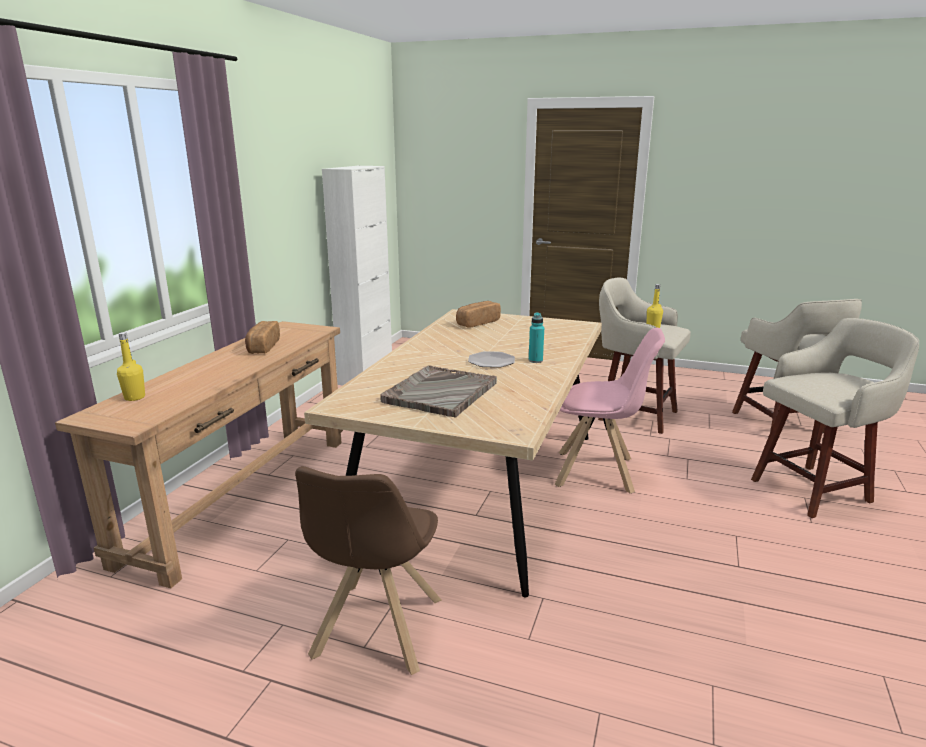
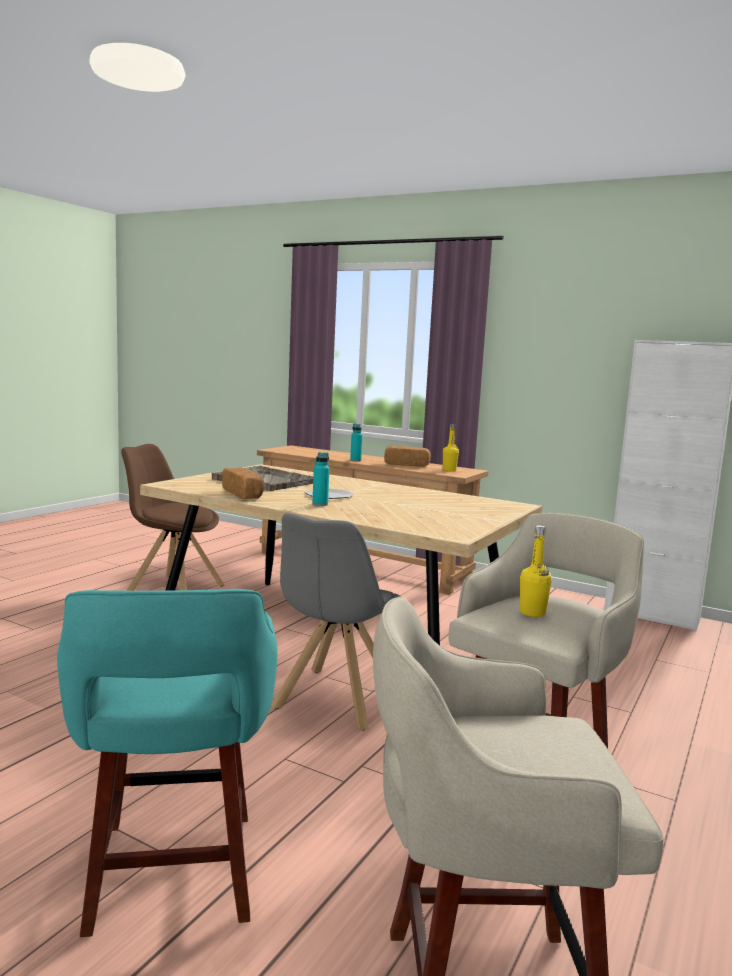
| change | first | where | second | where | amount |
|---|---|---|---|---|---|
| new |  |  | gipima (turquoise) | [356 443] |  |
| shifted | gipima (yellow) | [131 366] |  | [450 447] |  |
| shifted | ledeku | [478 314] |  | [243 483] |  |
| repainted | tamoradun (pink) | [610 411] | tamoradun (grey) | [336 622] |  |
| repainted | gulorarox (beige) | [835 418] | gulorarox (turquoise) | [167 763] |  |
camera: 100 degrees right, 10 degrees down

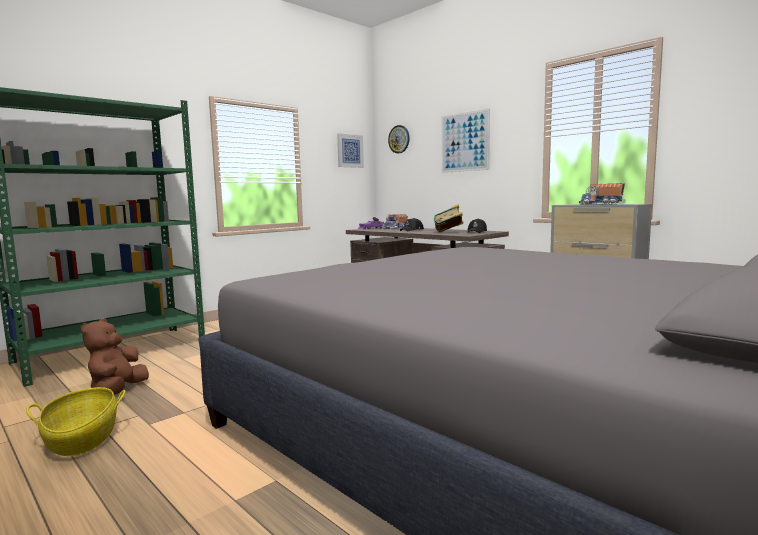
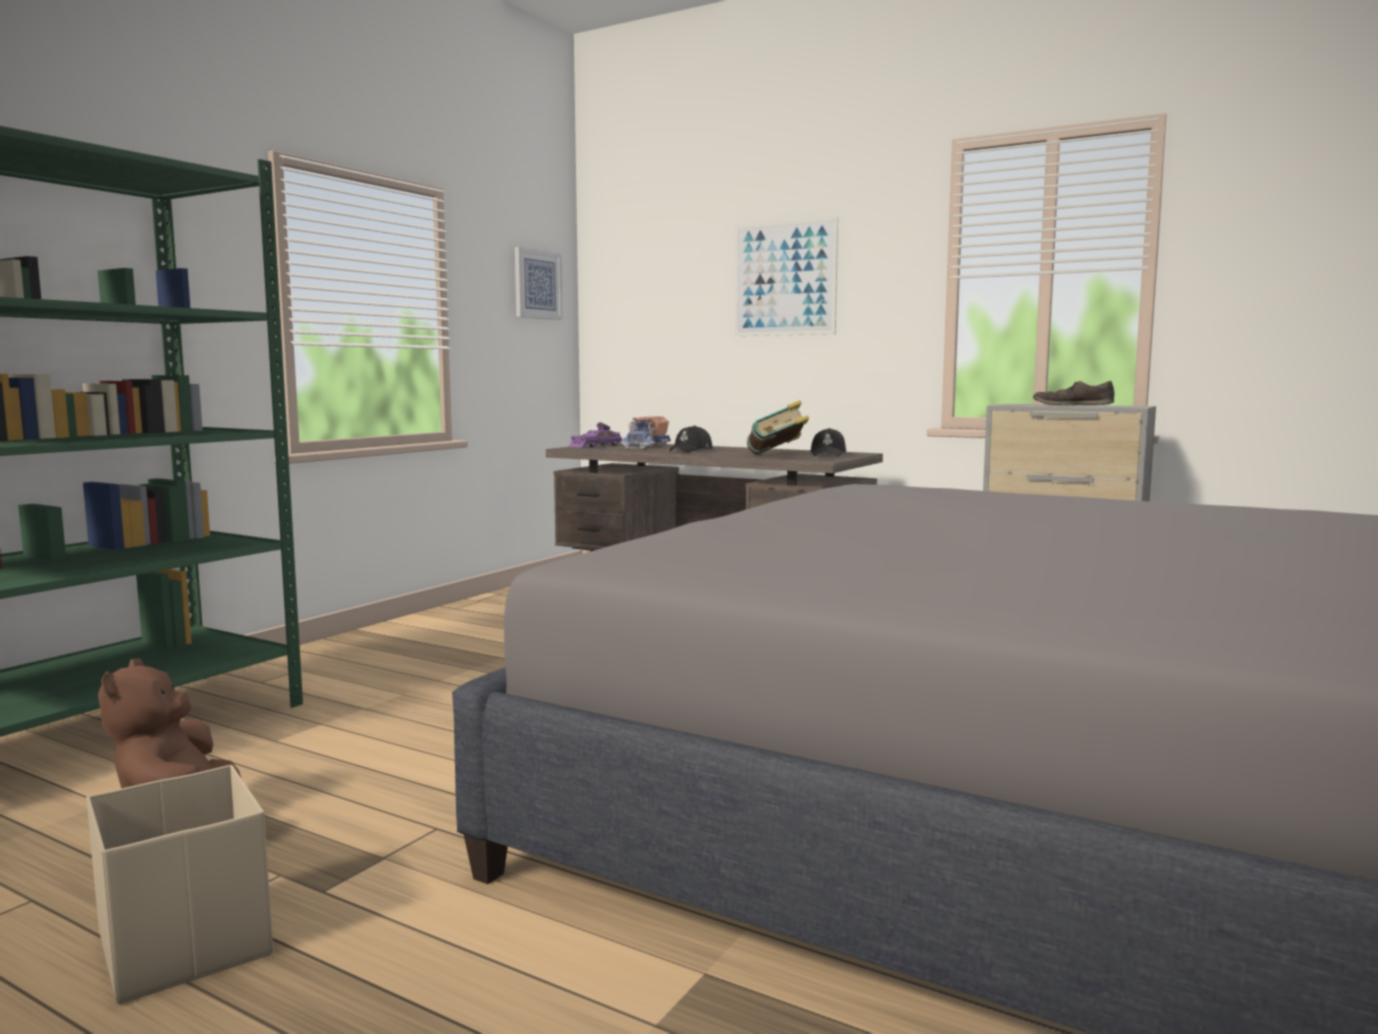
| change | first | where | second | where | amount |
|---|---|---|---|---|---|
| gone | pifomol | [399 139] |  |  |  |
| swapped | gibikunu | [76 421] | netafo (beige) | [179 885] |  |
| swapped | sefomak | [602 193] | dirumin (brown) | [1074 393] |  |
camera: 15 degrees left, 0 degrees up

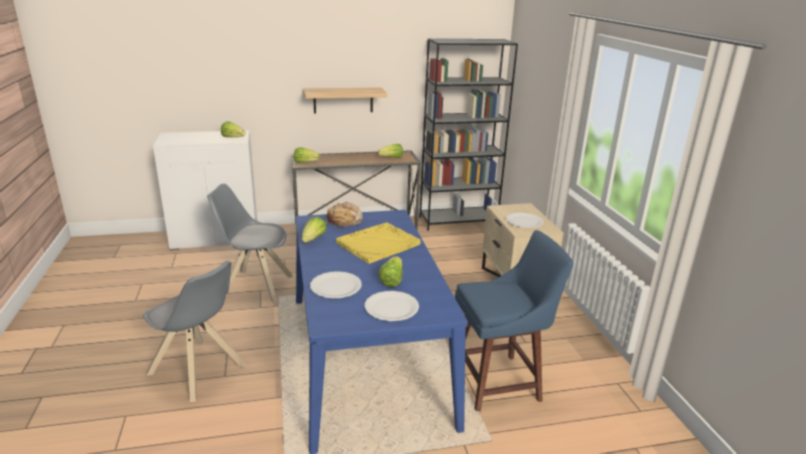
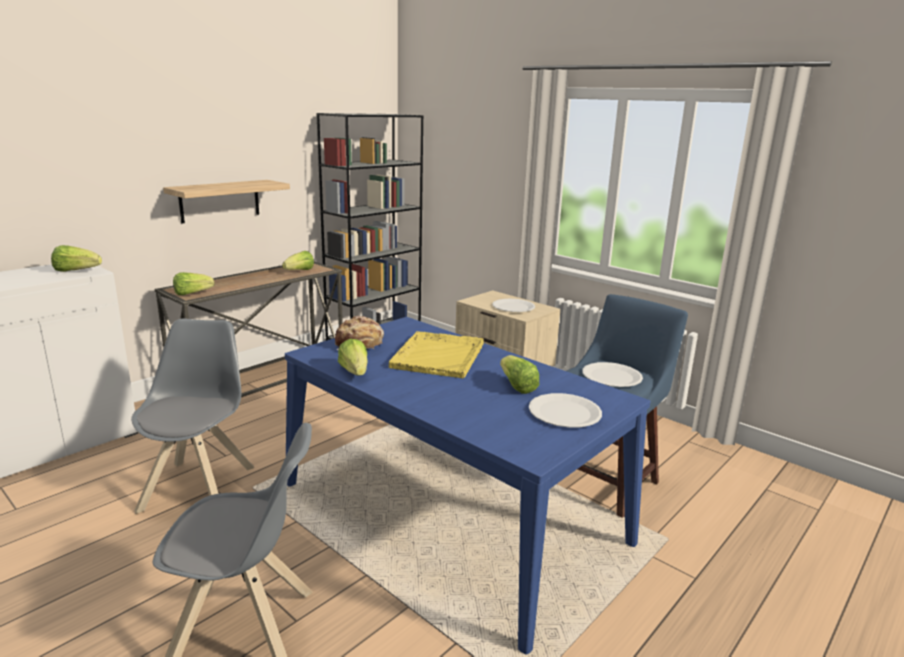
| change | first | where | second | where | amount |
|---|---|---|---|---|---|
| shifted | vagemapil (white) | [336 284] |  | [612 374] |  |
| rotated | tamoradun (grey) | [250 243] |  | [192 416] | 120 degrees clockwise |
camera: 35 degrees left, 5 degrees down

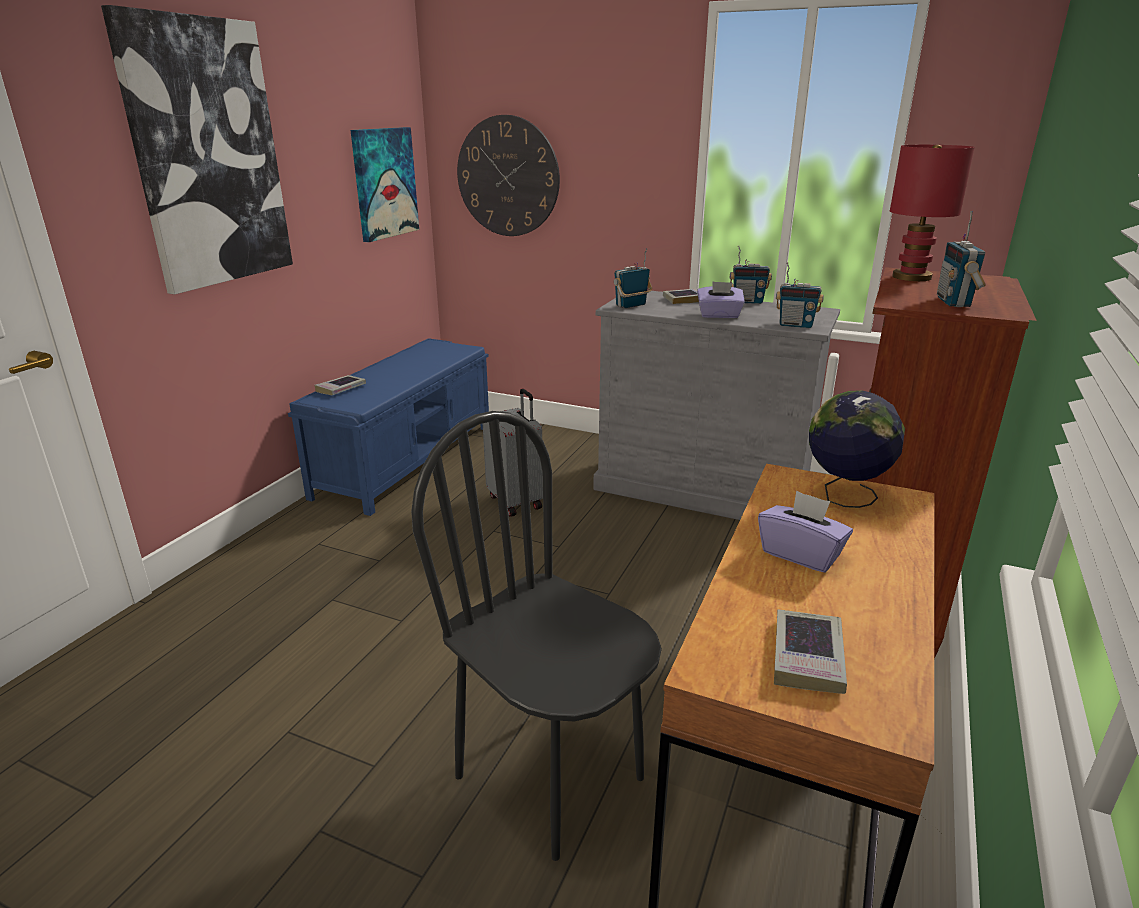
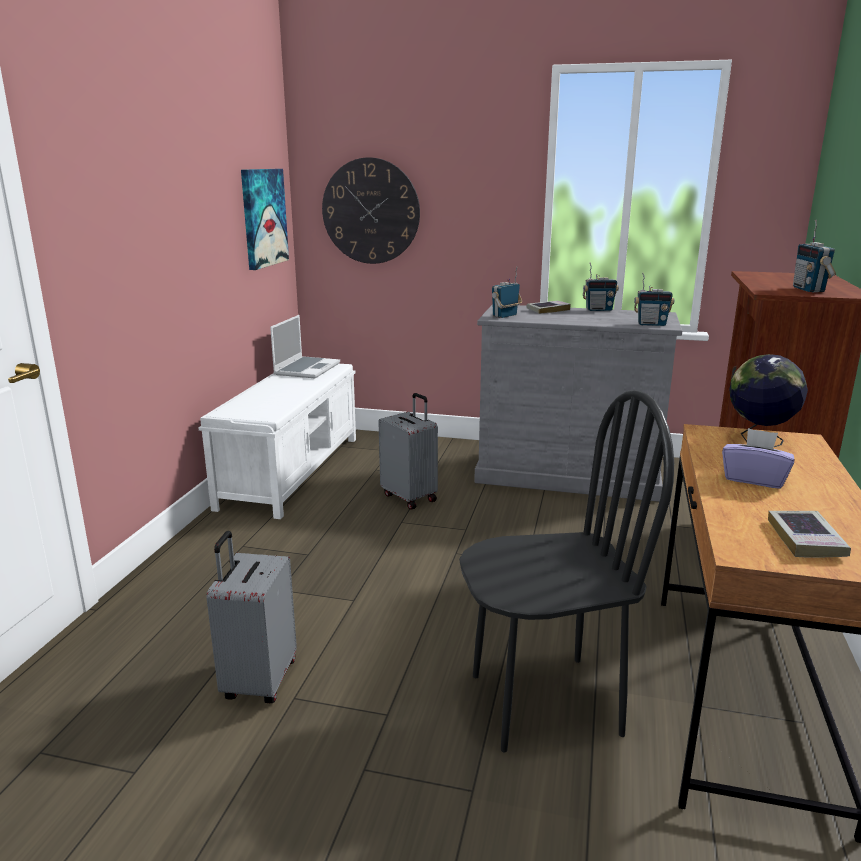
| change | first | where | second | where | amount |
|---|---|---|---|---|---|
| gone | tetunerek | [197 149] |  |  |  |
| gone | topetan | [340 385] |  |  |  |
| gone | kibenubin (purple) | [721 300] |  |  |  |
| gone | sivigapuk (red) | [932 213] |  |  |  |
| new |  |  | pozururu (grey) | [252 617] |  |
| new |  |  | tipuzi | [305 346] |  |
| repainted | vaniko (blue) | [388 427] | vaniko (white) | [277 441] |  |
| rotated | tamoradun (black) | [536 636] |  | [566 571] | 135 degrees clockwise |
camera: 10 degrees left, 5 degrees down

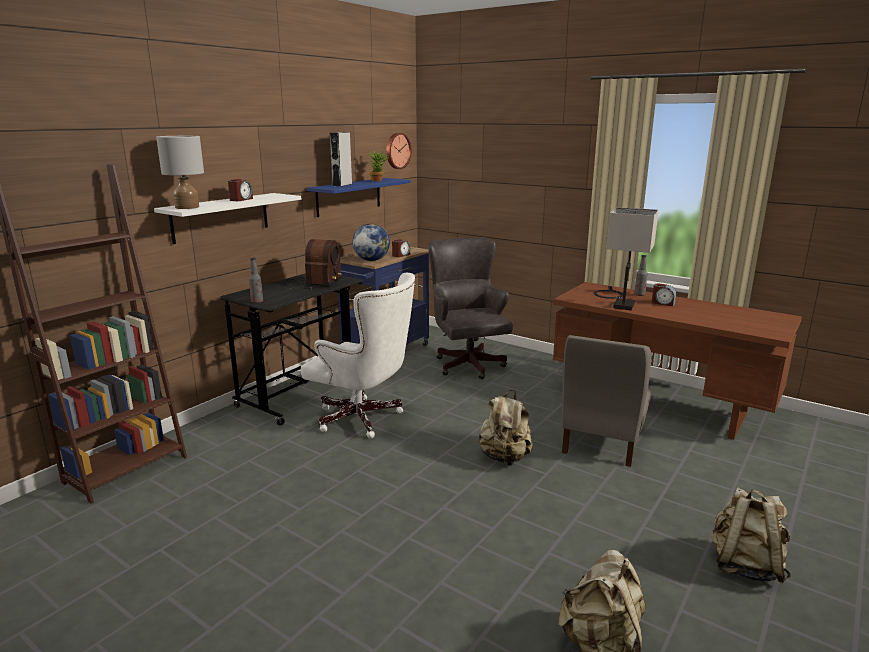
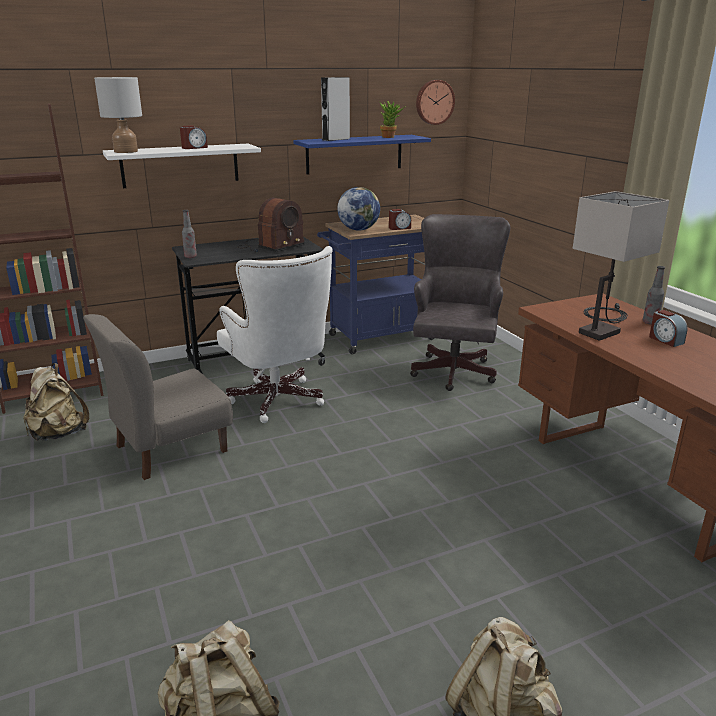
| change | first | where | second | where | amount |
|---|---|---|---|---|---|
| shifted | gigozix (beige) | [506 428] |  | [56 402] |  |
| shifted | tamoradun (grey) | [606 401] |  | [158 397] |  |
camera: 30 degrees right, 5 degrees up

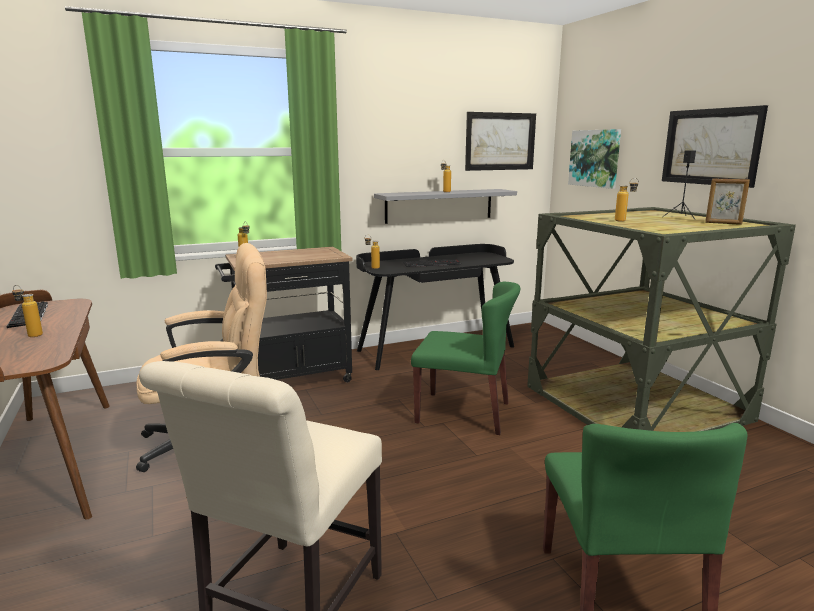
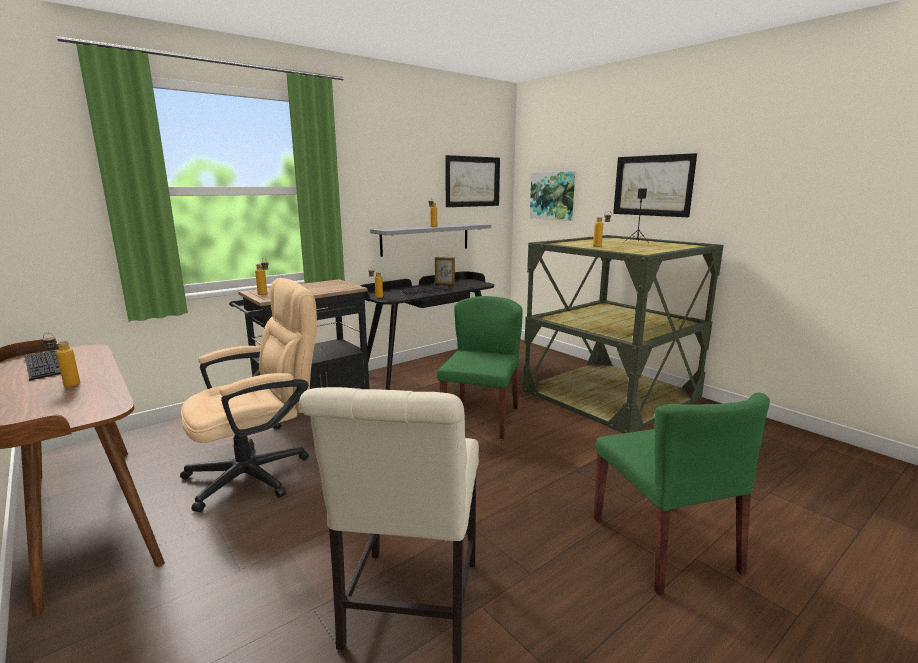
| change | first | where | second | where | amount |
|---|---|---|---|---|---|
| shifted | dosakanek | [727 201] |  | [445 271] |  |
| rotated | tamoradun (green) | [465 358] |  | [480 367] | 75 degrees counterclockwise |
camera: 15 degrees left, 0 degrees up

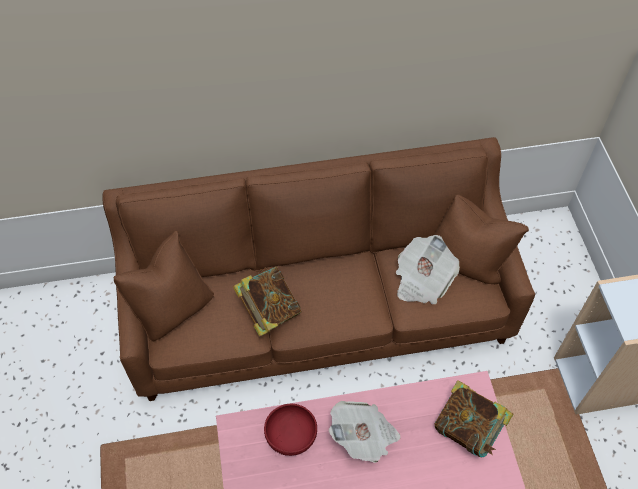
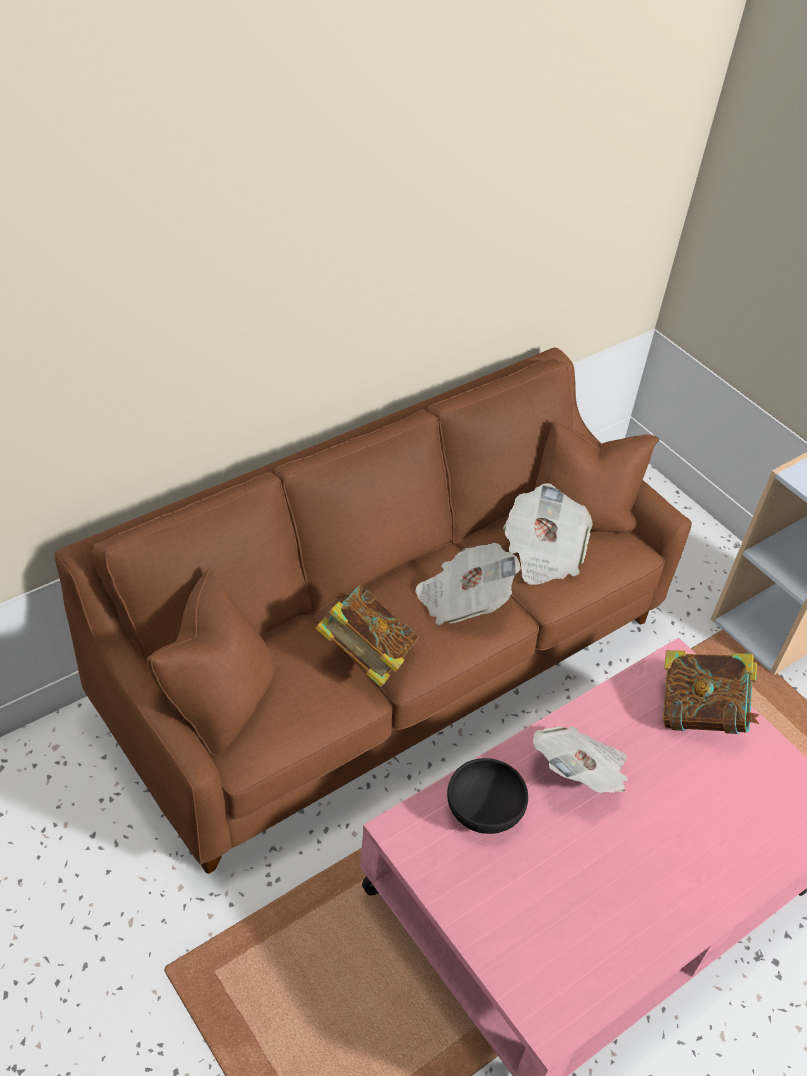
| change | first | where | second | where | amount |
|---|---|---|---|---|---|
| new |  |  | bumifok | [468 584] |  |
| repainted | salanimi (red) | [290 430] | salanimi (black) | [487 796] |  |
camera: 30 degrees left, 10 degrees down

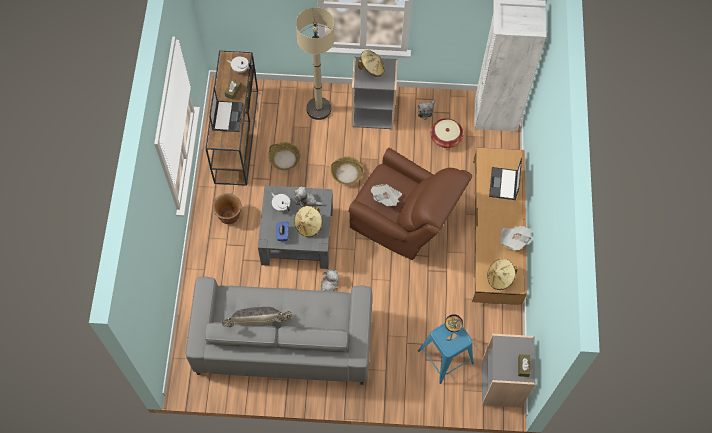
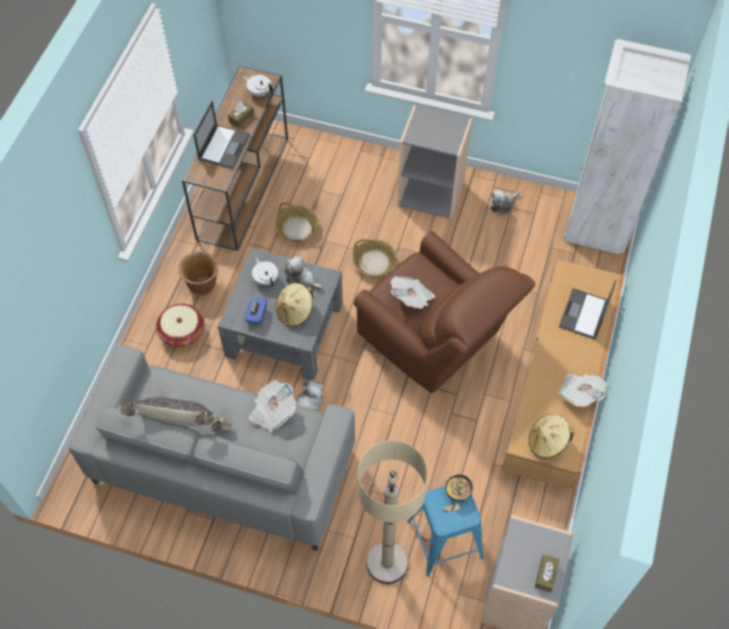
| change | first | where | second | where | amount |
|---|---|---|---|---|---|
| gone | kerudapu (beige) | [371 63] |  |  |  |
| new |  |  | bumifok | [272 406] |  |
| shifted | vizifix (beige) | [315 63] |  | [393 512] |  |
| shifted | gibikunu | [447 133] |  | [180 325] |  |
camera: 15 degrees right, 5 degrees down

